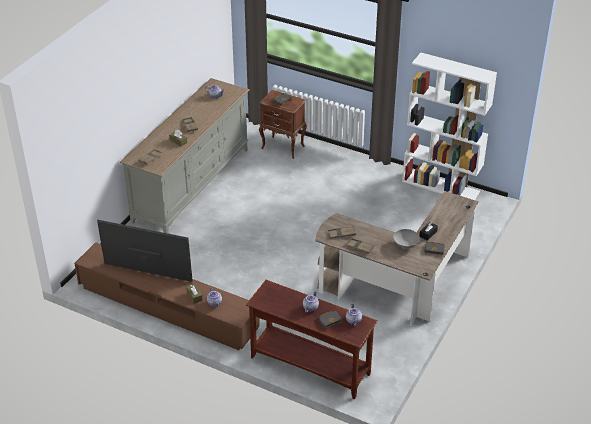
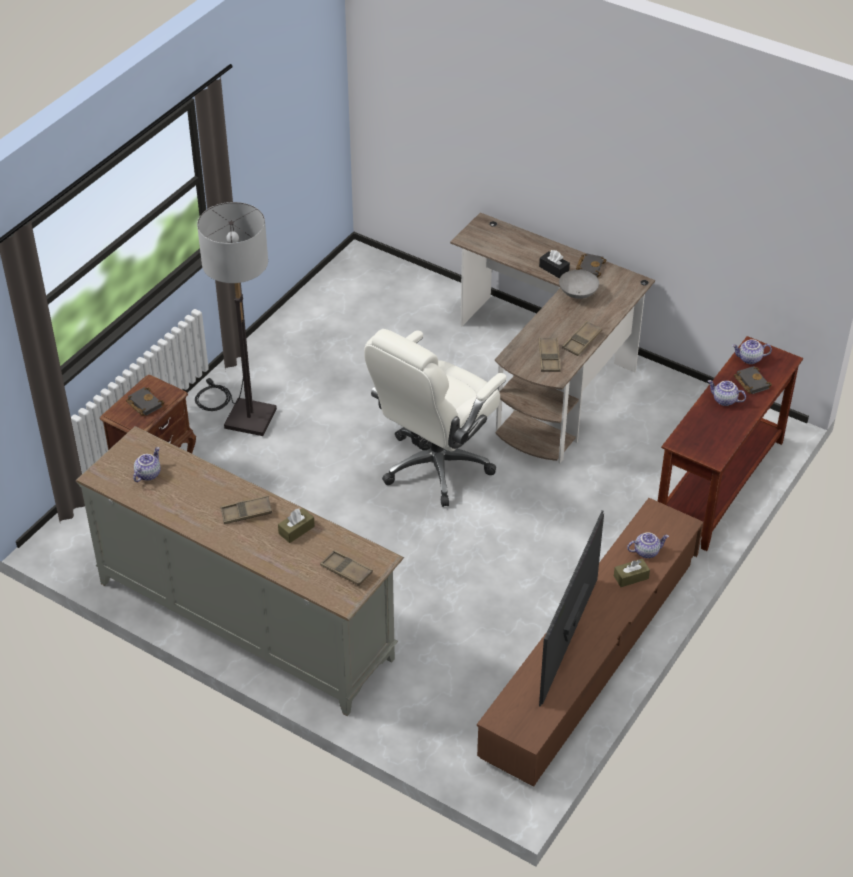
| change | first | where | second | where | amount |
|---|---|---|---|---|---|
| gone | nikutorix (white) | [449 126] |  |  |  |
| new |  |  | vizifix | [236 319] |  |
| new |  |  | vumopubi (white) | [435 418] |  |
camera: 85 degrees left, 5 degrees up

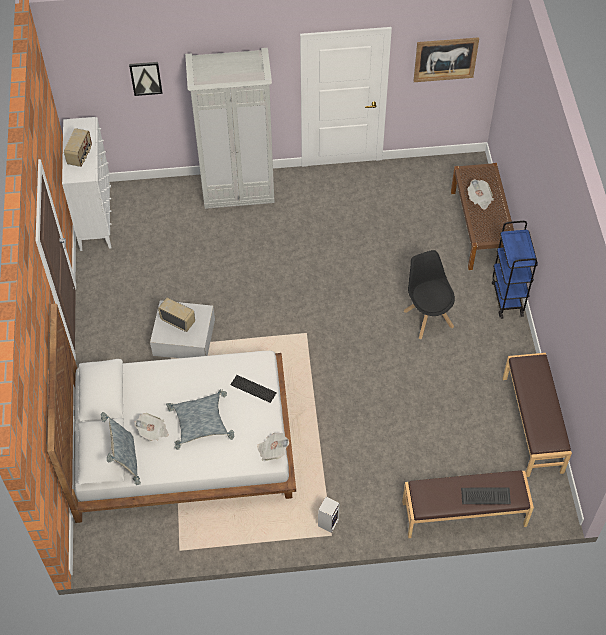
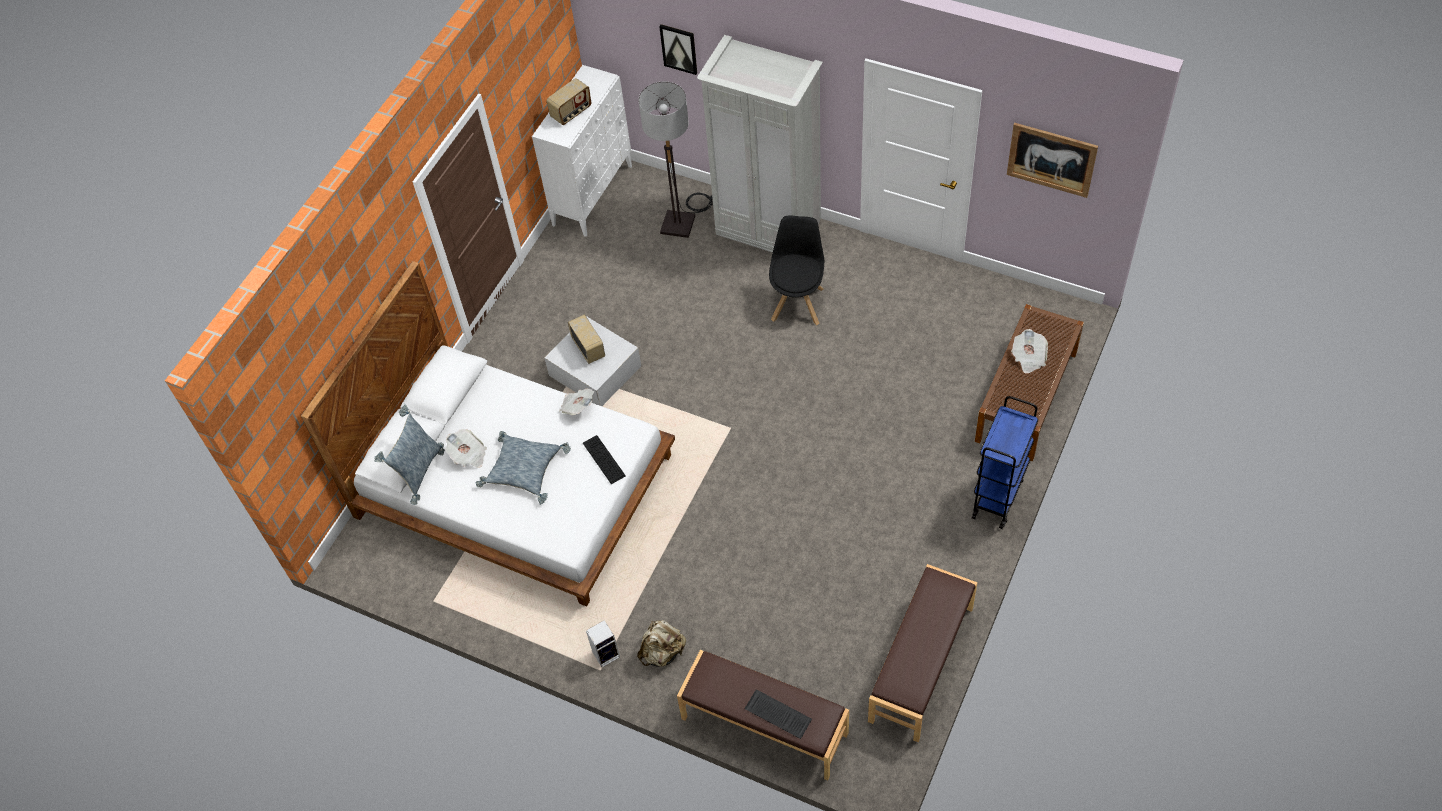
| change | first | where | second | where | amount |
|---|---|---|---|---|---|
| new |  |  | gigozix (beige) | [661 643] |  |
| new |  |  | vizifix | [675 159] |  |
| shifted | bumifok | [273 447] |  | [576 401] |  |
| shifted | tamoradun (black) | [429 295] |  | [796 271] |  |
camera: 35 degrees right, 0 degrees up

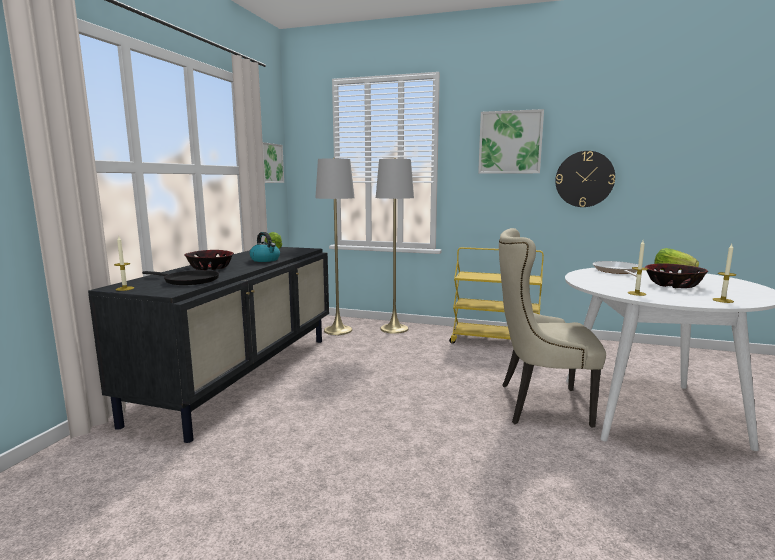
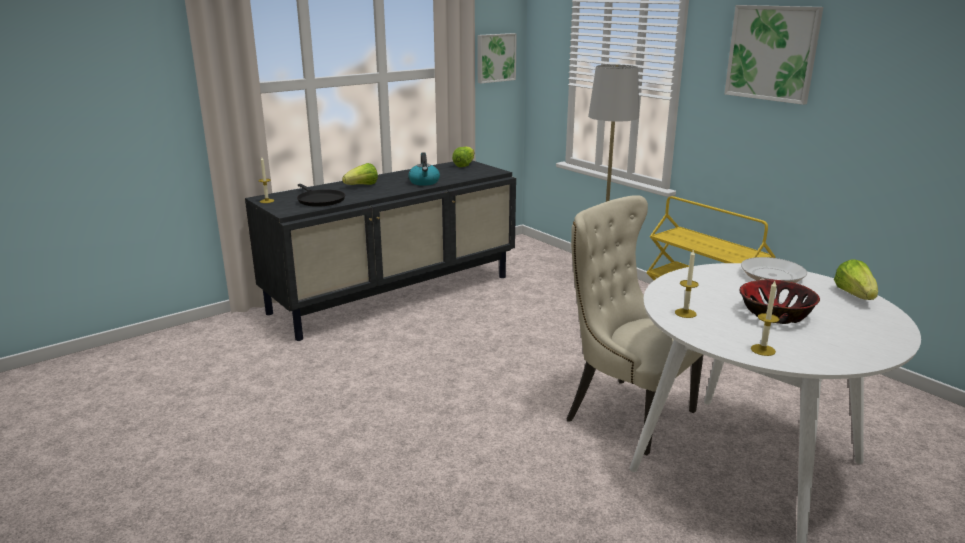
| change | first | where | second | where | amount |
|---|---|---|---|---|---|
| gone | vizifix (grey) | [334 246] |  |  |  |
| gone | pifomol | [585 179] |  |  |  |
| swapped | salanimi | [209 260] | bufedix | [360 174] |  |
camera: 35 degrees right, 10 degrees up

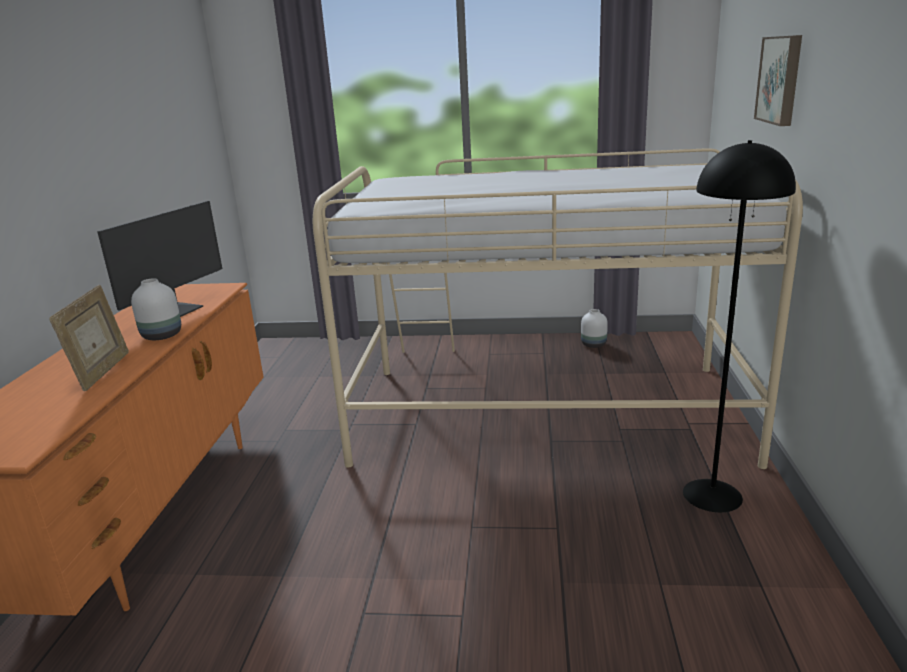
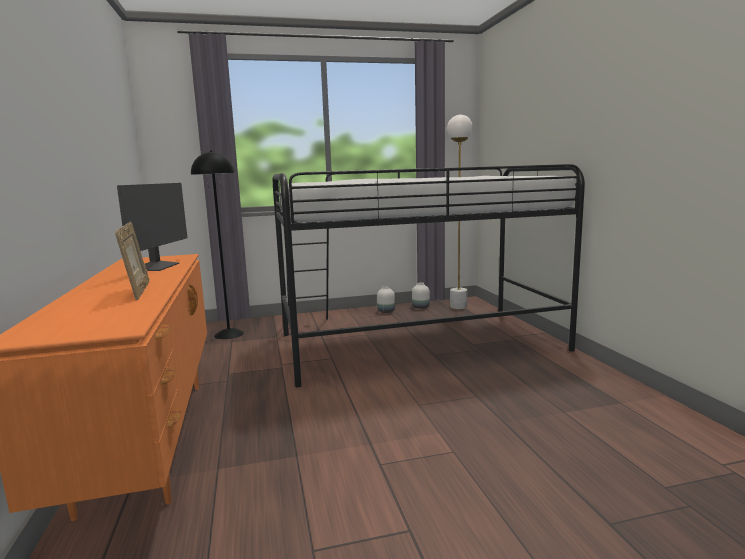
| change | first | where | second | where | amount |
|---|---|---|---|---|---|
| gone | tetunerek | [778 80] |  |  |  |
| new |  |  | vizifix (white) | [460 212] |  |
| shifted | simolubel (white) | [156 309] |  | [386 299] |  |
| shifted | vizifix (black) | [739 326] |  | [217 245] |  |
| repainted | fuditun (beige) | [558 308] | fuditun (black) | [429 276] |  |
camera: 20 degrees left, 10 degrees down

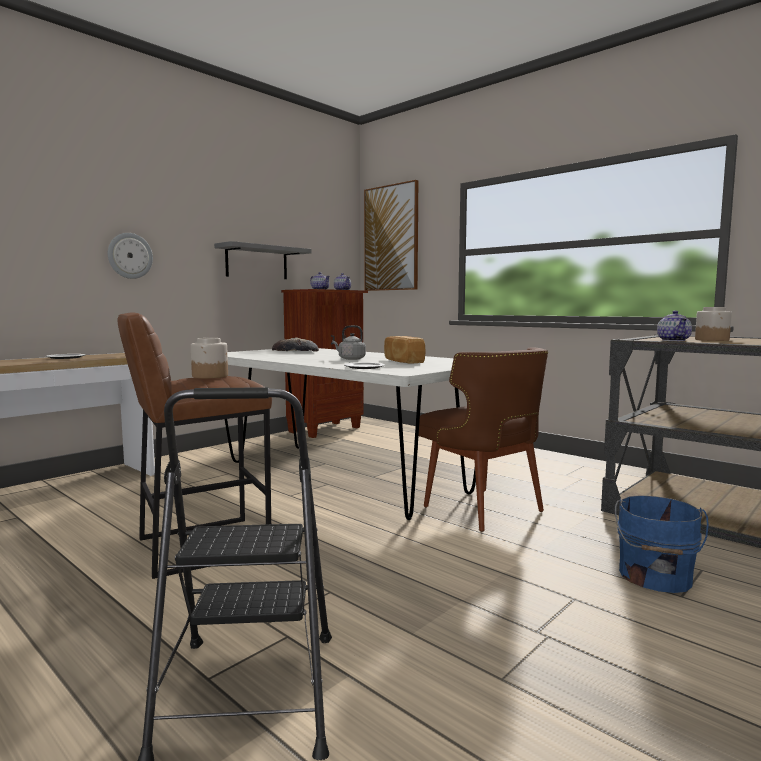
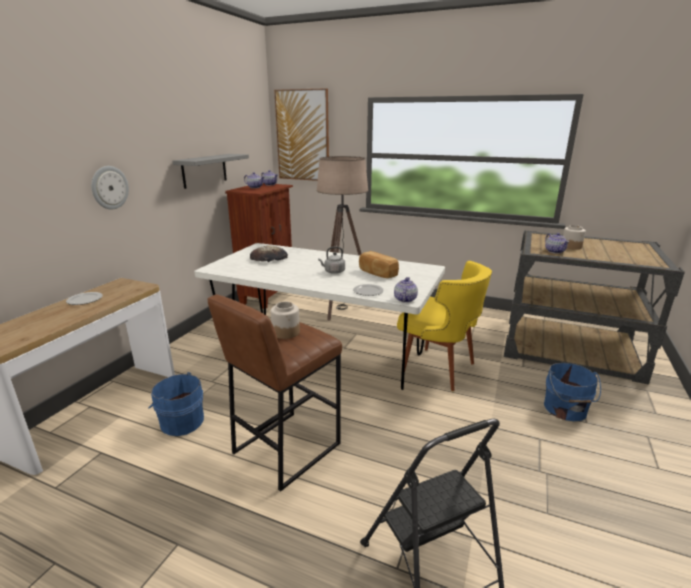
| change | first | where | second | where | amount |
|---|---|---|---|---|---|
| new |  |  | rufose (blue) | [176 404] |  |
| new |  |  | vizifix | [342 238] |  |
| new |  |  | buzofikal | [406 290] |  |
| repainted | tamoradun (brown) | [483 439] | tamoradun (yellow) | [444 326] |  |
camera: 20 degrees left, 15 degrees up

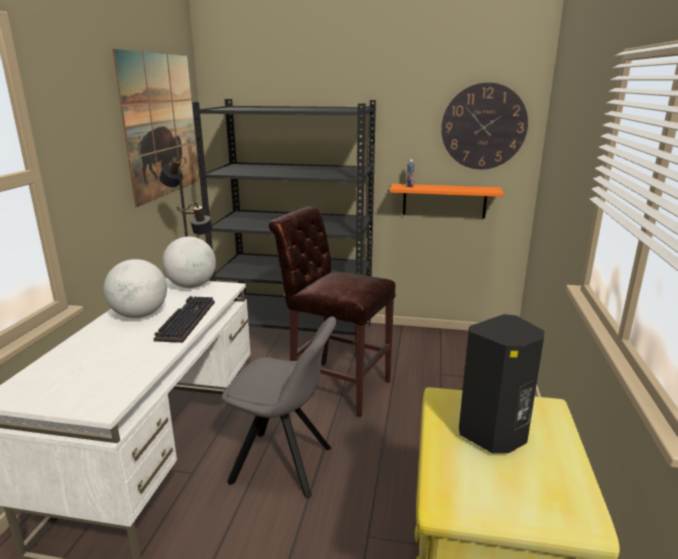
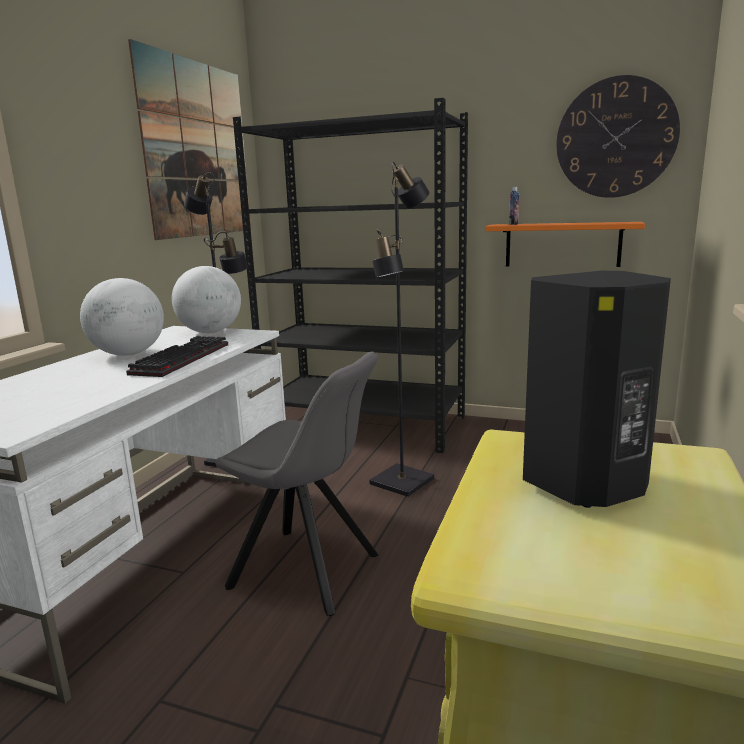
| change | first | where | second | where | amount |
|---|---|---|---|---|---|
| swapped | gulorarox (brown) | [332 311] | vizifix (black) | [401 329] |  |
camera: 10 degrees right, 5 degrees down

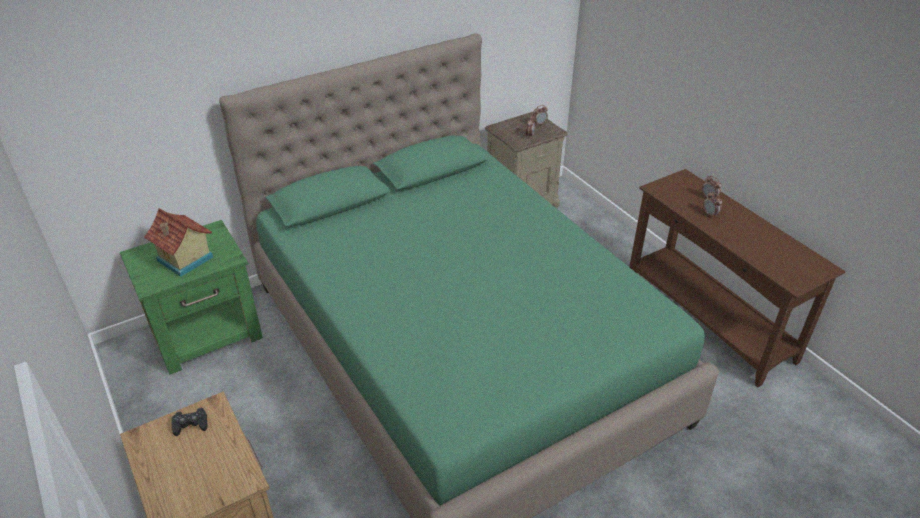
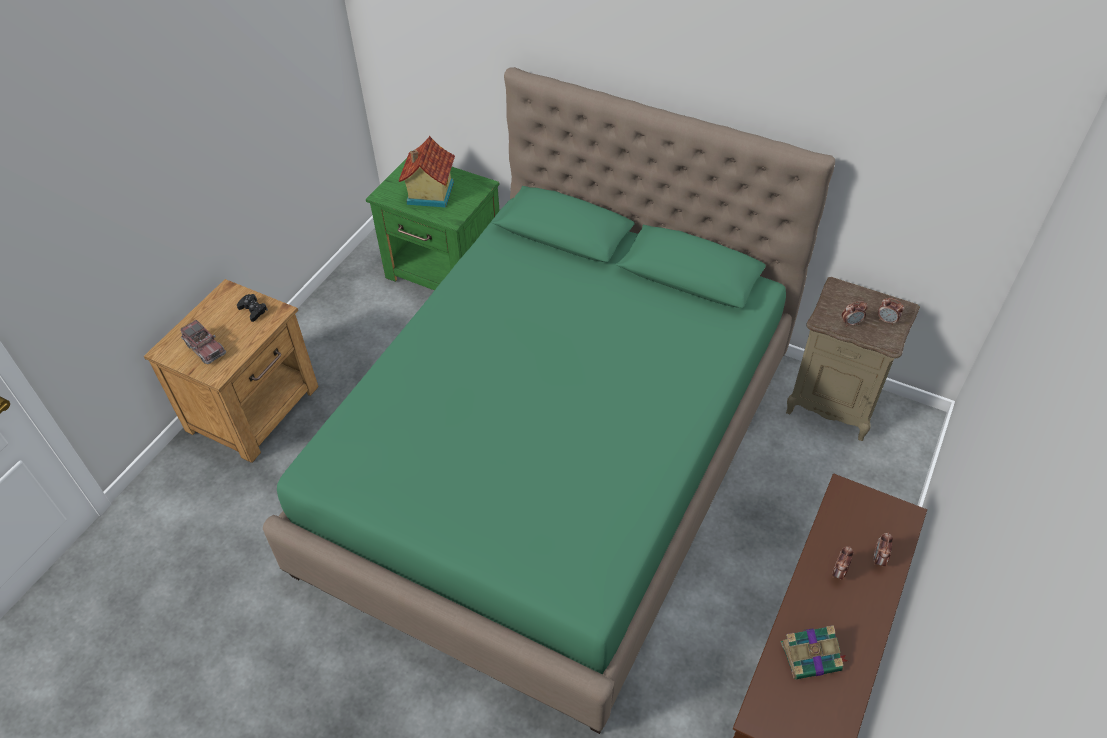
| change | first | where | second | where | amount |
|---|---|---|---|---|---|
| new |  |  | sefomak | [203 342] |  |
| new |  |  | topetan | [814 652] |  |
camera: 60 degrees right, 10 degrees up

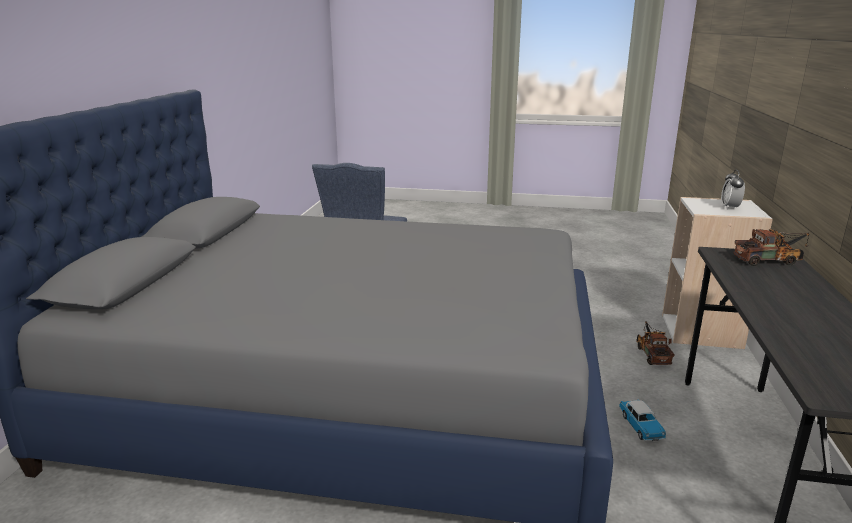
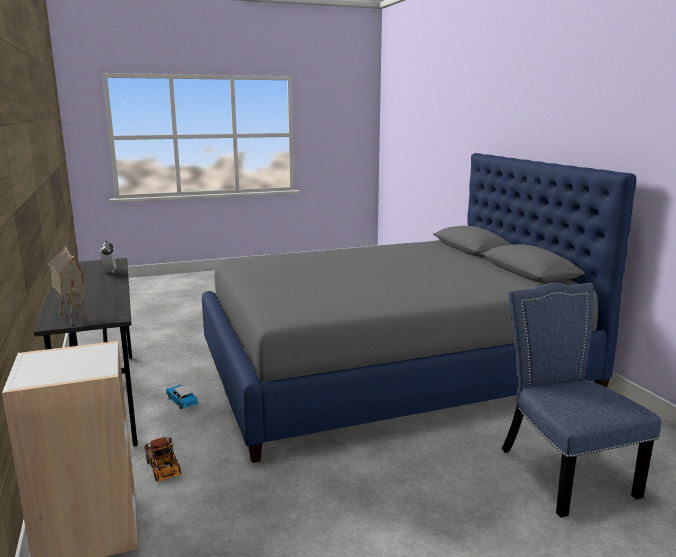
| change | first | where | second | where | amount |
|---|---|---|---|---|---|
| shifted | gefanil | [733 190] |  | [108 256] |  |
| swapped | sefomak | [771 247] | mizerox | [69 285] |  |
camera: 150 degrees right, 5 degrees down

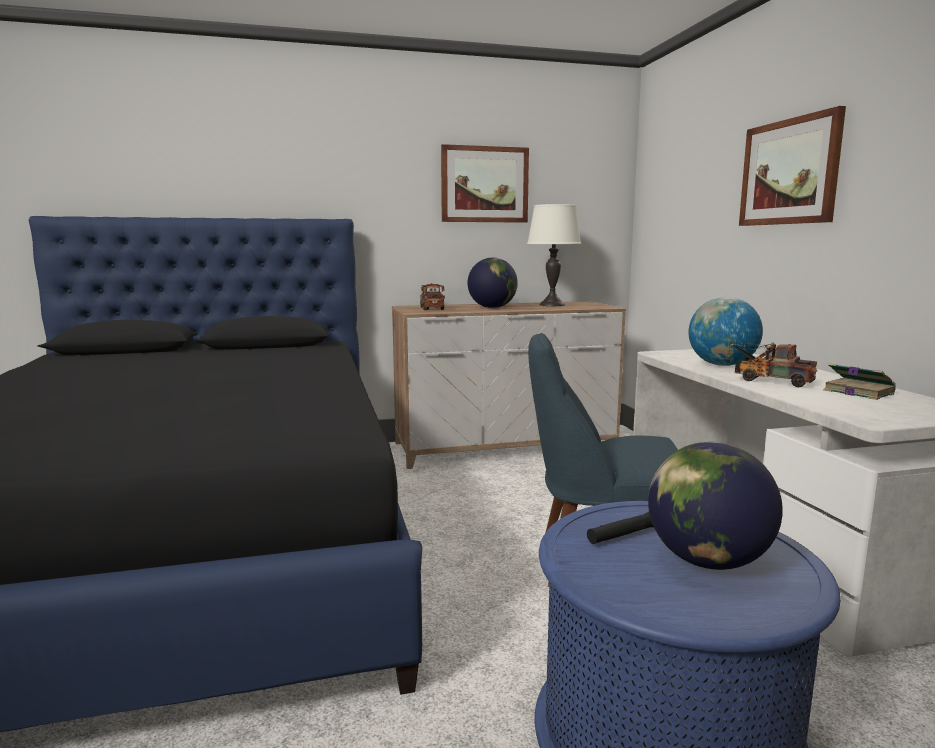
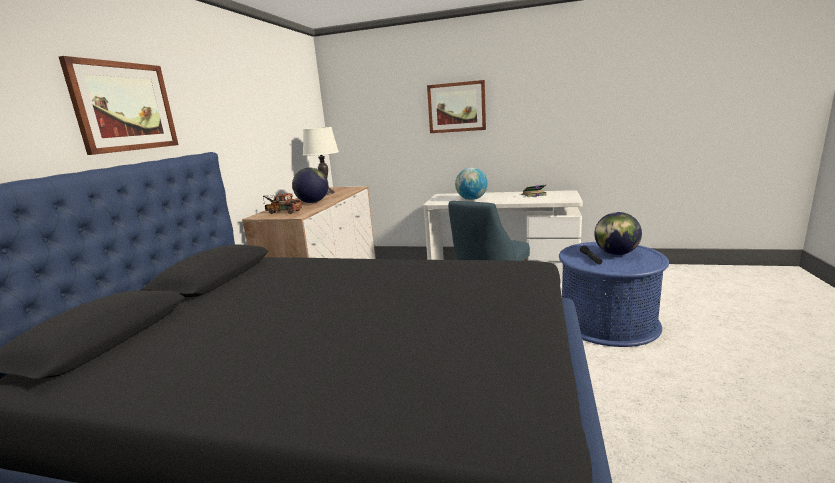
| change | first | where | second | where | amount |
|---|---|---|---|---|---|
| gone | sefomak | [772 365] |  |  |  |
| shifted | tetunerek | [485 183] |  | [119 105] |  |
camera: 60 degrees left, 5 degrees up

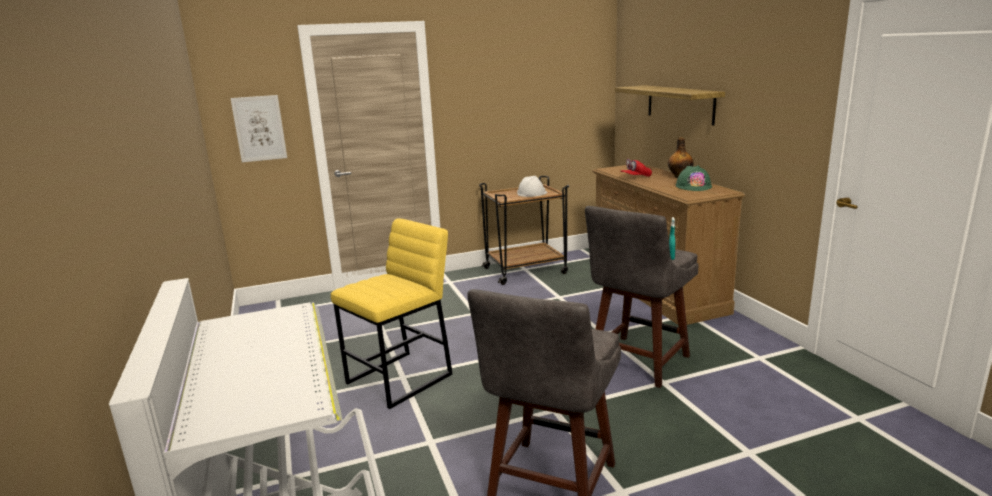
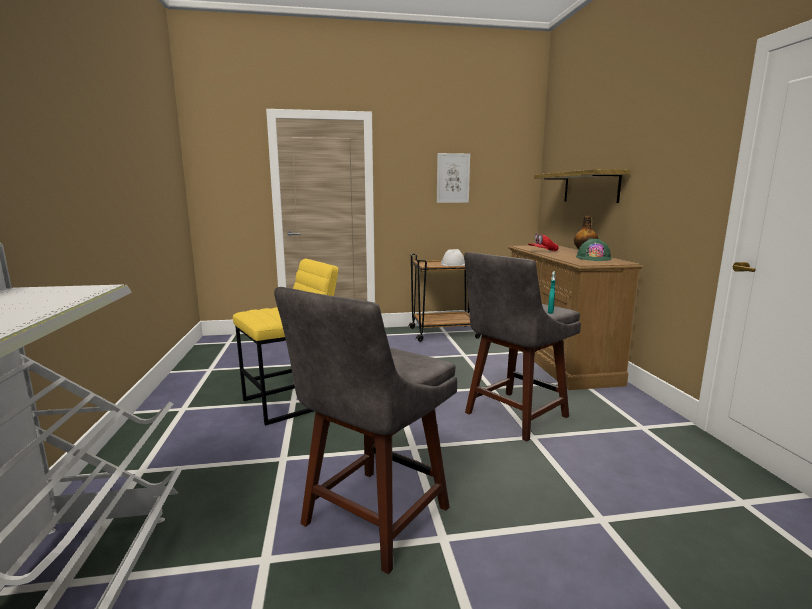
| change | first | where | second | where | amount |
|---|---|---|---|---|---|
| shifted | tetunerek | [258 128] |  | [453 178] |  |
camera: 10 degrees right, 5 degrees down

